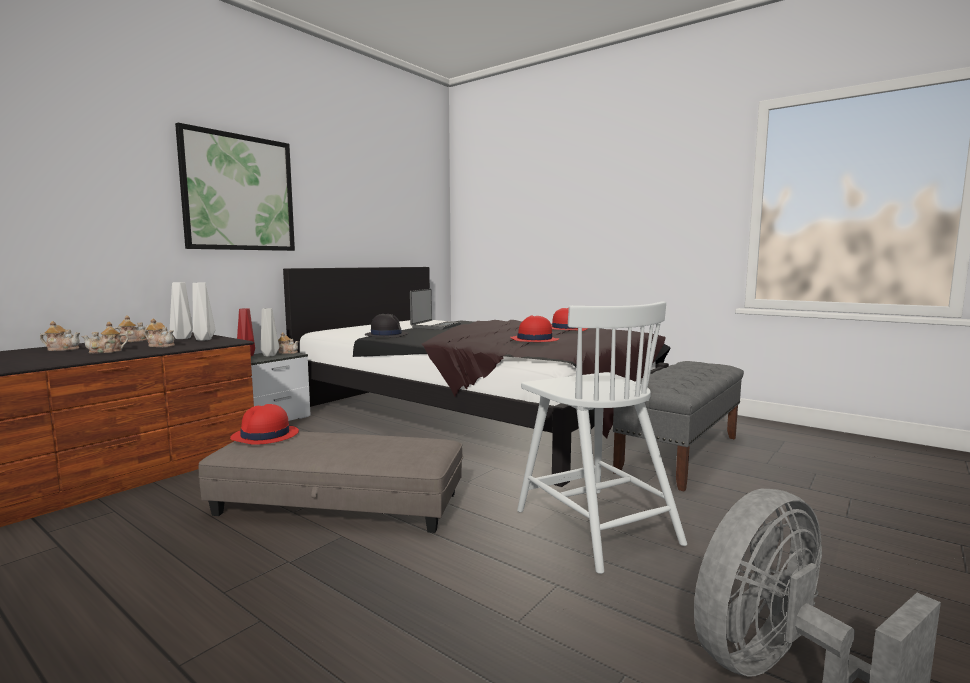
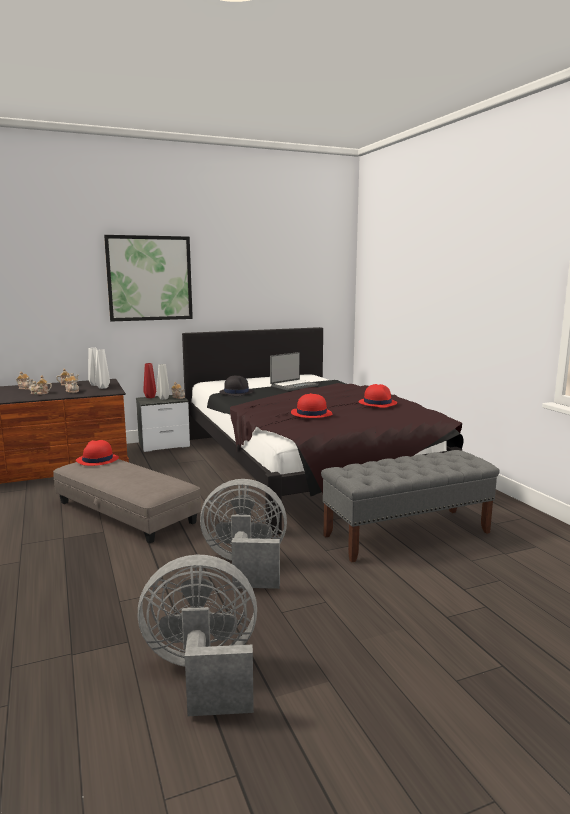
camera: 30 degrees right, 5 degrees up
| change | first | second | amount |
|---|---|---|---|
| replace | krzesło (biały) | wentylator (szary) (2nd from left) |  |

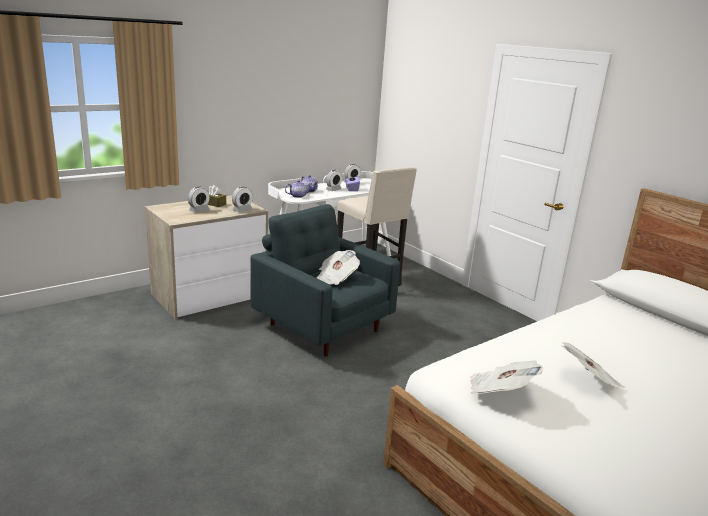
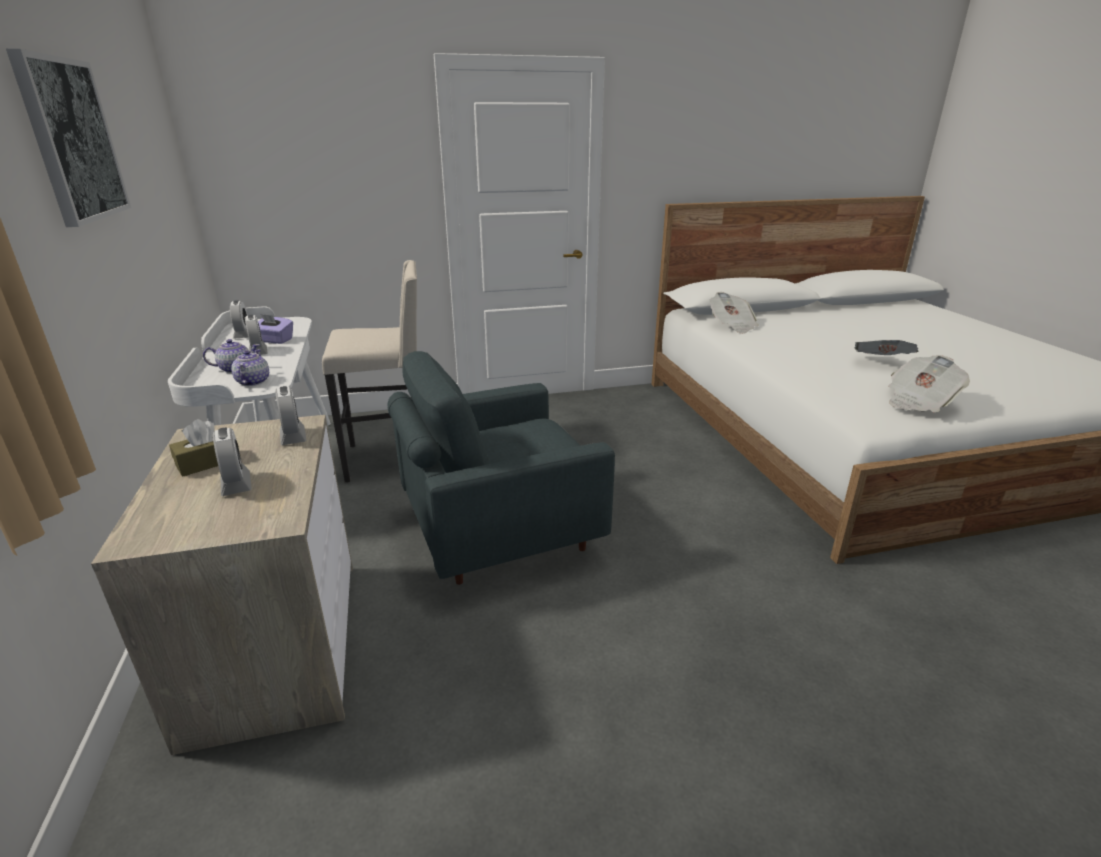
camera: 65 degrees left, 5 degrees up
| change | first | second | amount |
|---|---|---|---|
| insert |  | obraz |  |
| move | gazeta (1st from left) |  |  |

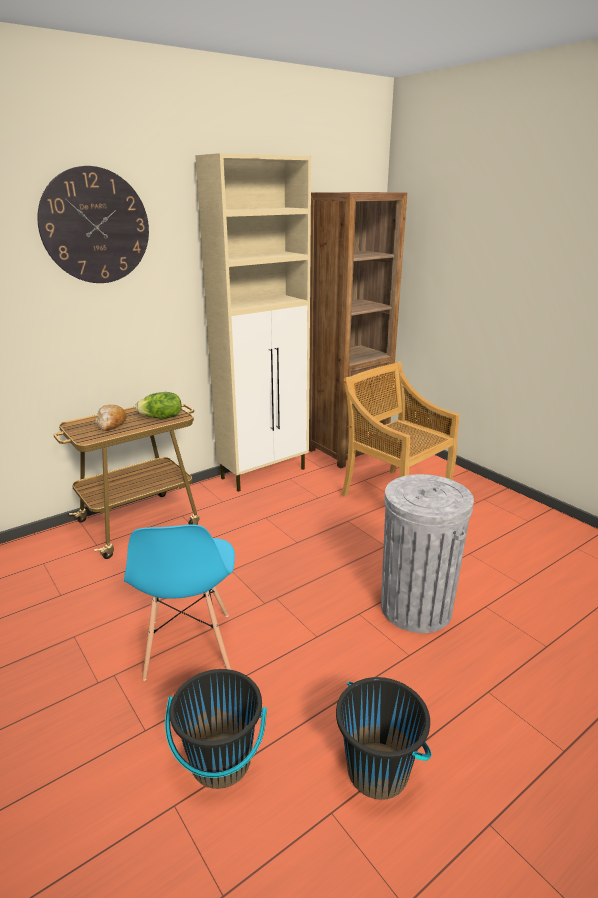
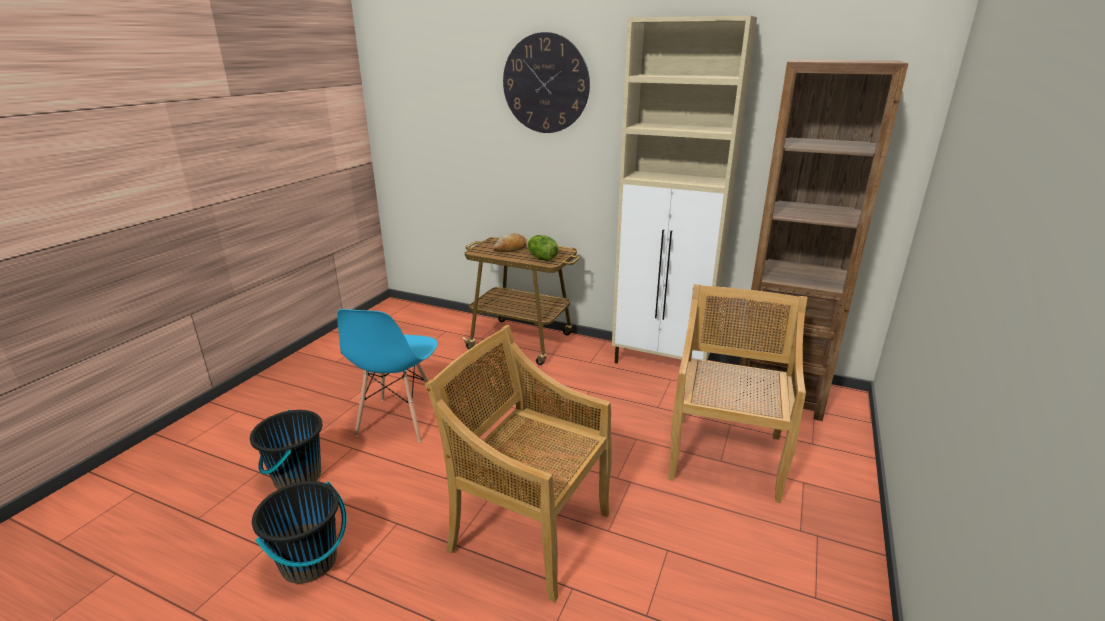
camera: 60 degrees right, 0 degrees up
| change | first | second | amount |
|---|---|---|---|
| replace | kosz na śmieci (szary) | krzesło (beżowy) (1st from left) |  |
| rotate | krzesło (niebieski) |  | 45 degrees counterclockwise |

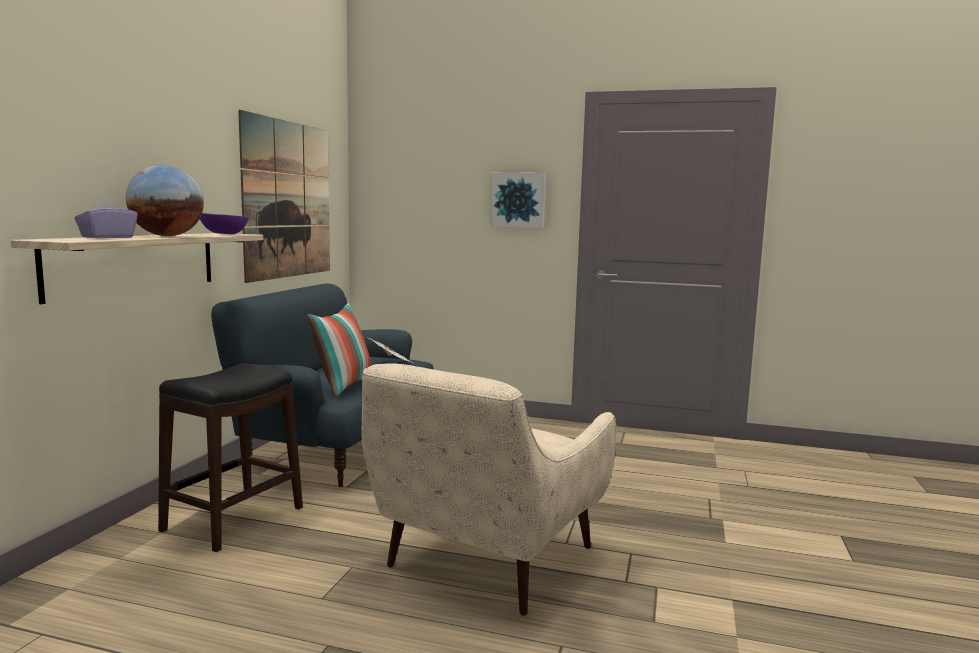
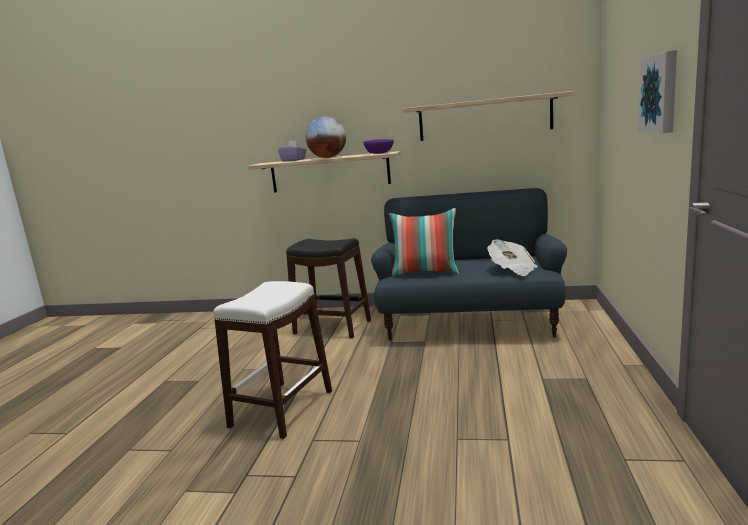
camera: 85 degrees right, 5 degrees up
| change | first | second | amount |
|---|---|---|---|
| replace | obraz (1st from left) | półka (2nd from left) |  |
| replace | fotel (beżowy) | stołek (biały) |  |

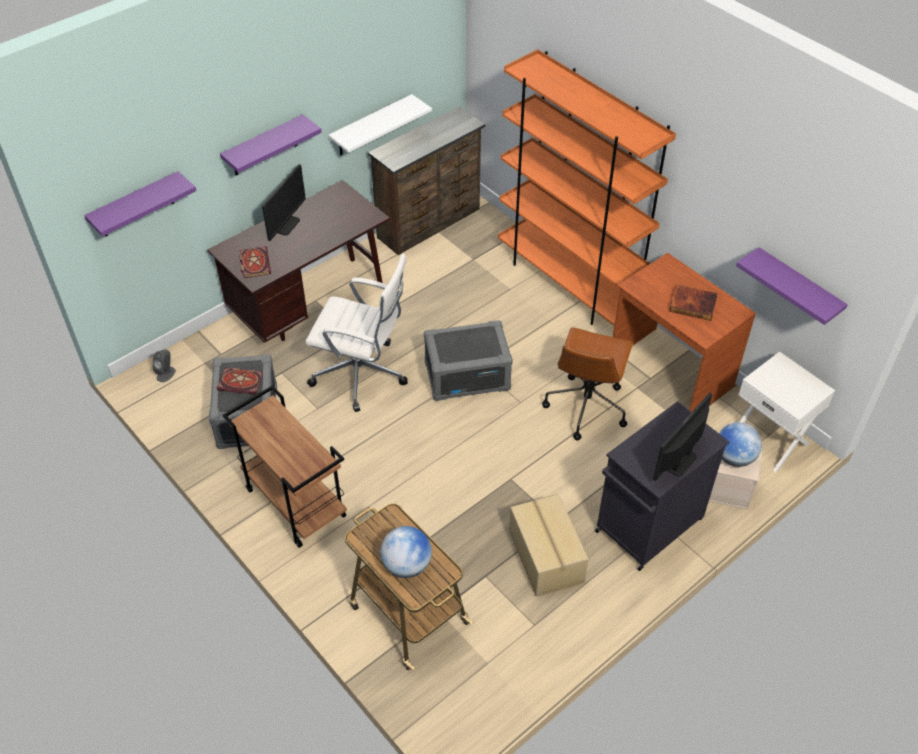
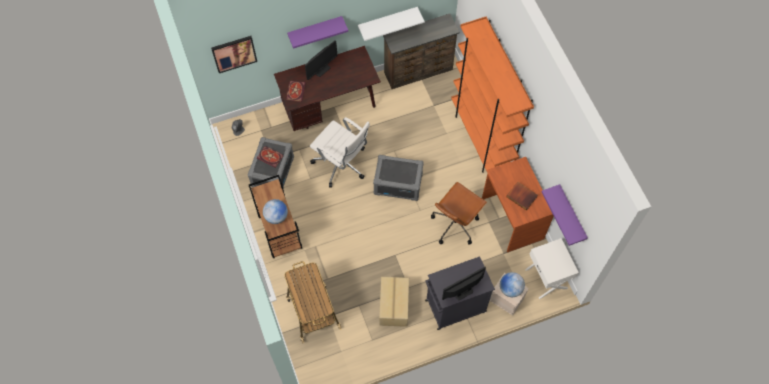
camera: 20 degrees right, 15 degrees up
| change | first | second | amount |
|---|---|---|---|
| move | globus (1st from left) |  |  |
| replace | półka (fioletowy) (1st from left) | obraz |  |

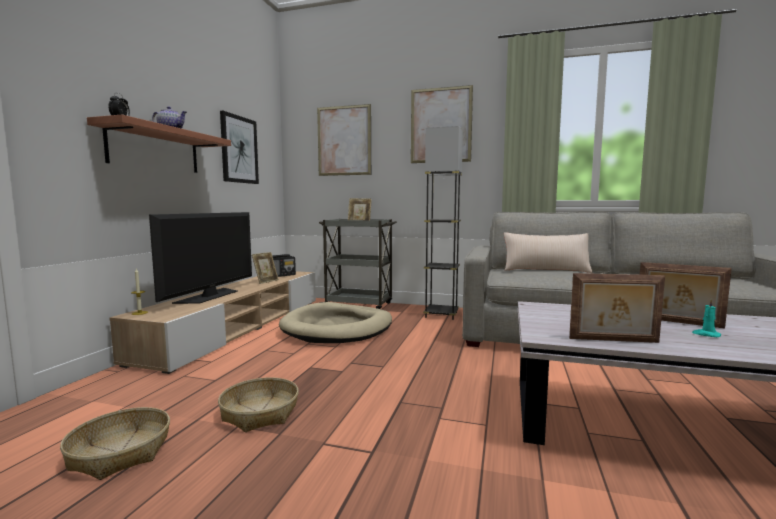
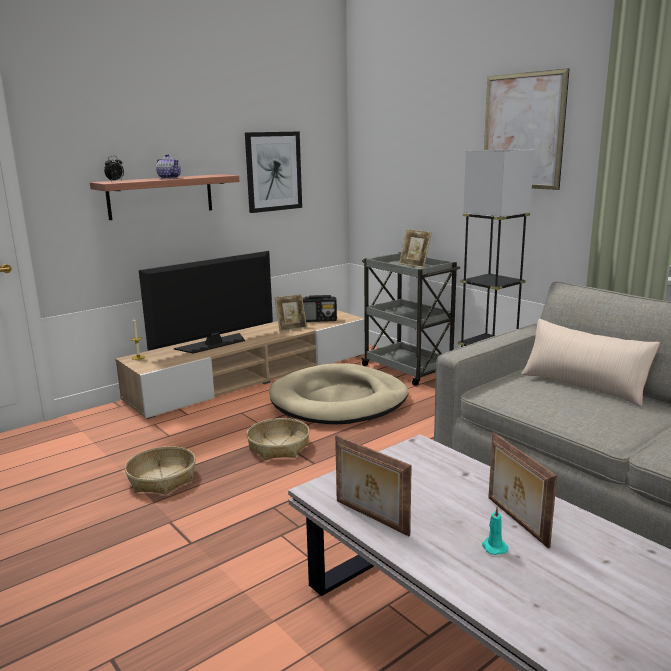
camera: 35 degrees right, 10 degrees up
| change | first | second | amount |
|---|---|---|---|
| delete | obraz (2nd from left) |  |  |
| move | koszyk (1st from left in the first image) | koszyk (2nd from left) |  |

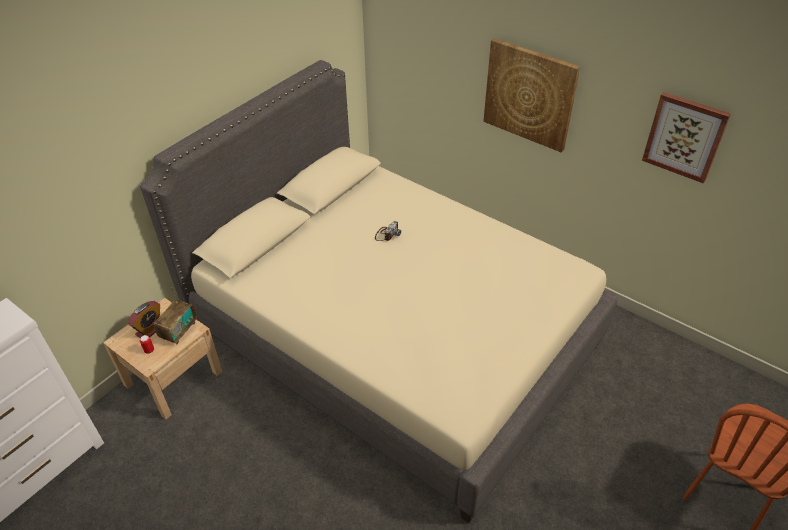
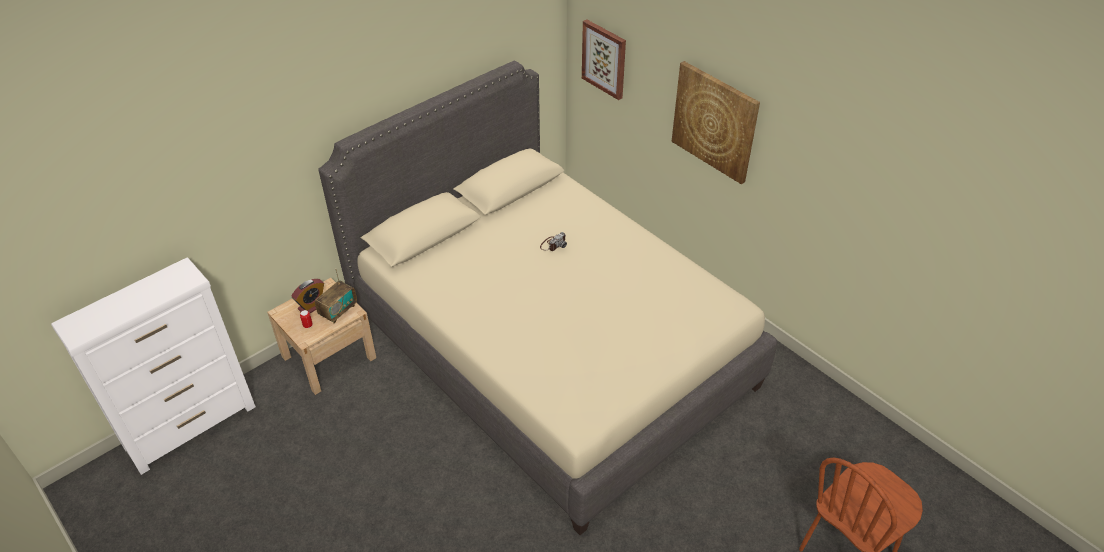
camera: 10 degrees right, 0 degrees up
| change | first | second | amount |
|---|---|---|---|
| move | obraz (2nd from left in the first image) | obraz (1st from left) |  |

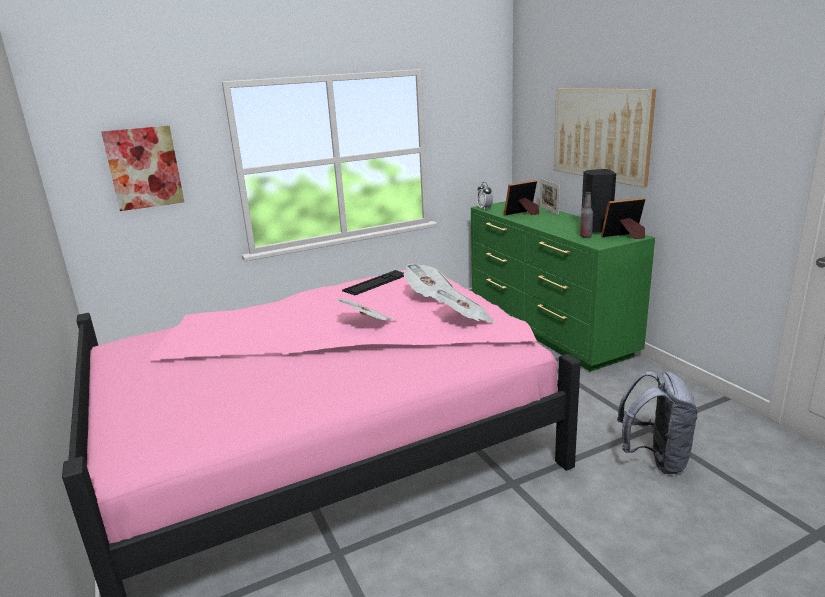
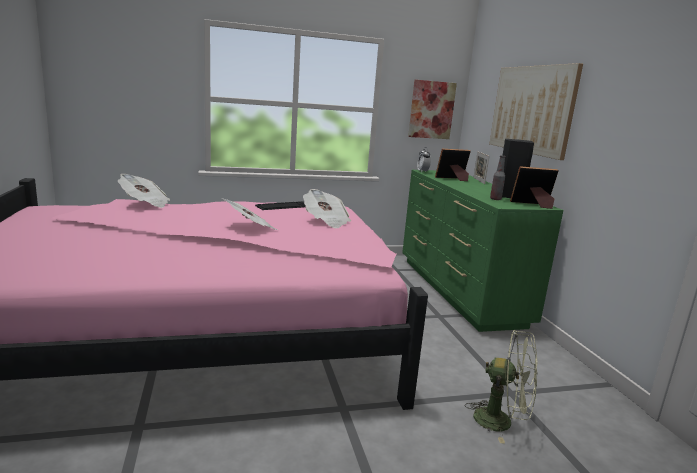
camera: 10 degrees right, 5 degrees down
| change | first | second | amount |
|---|---|---|---|
| move | obraz (1st from left) |  |  |
| move | gazeta (3rd from left in the first image) | gazeta (1st from left) |  |
| replace | plecak (szary) | wentylator (zielony) |  |

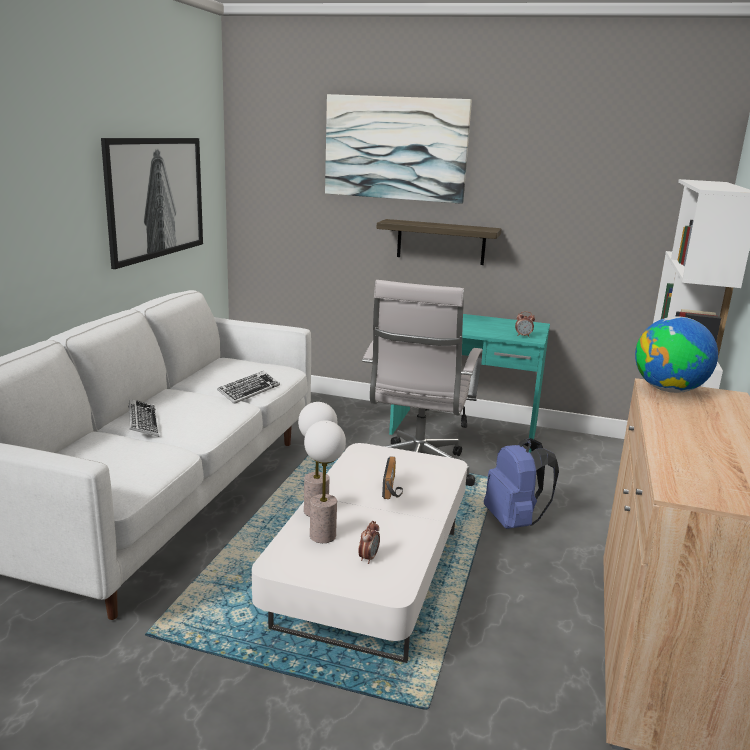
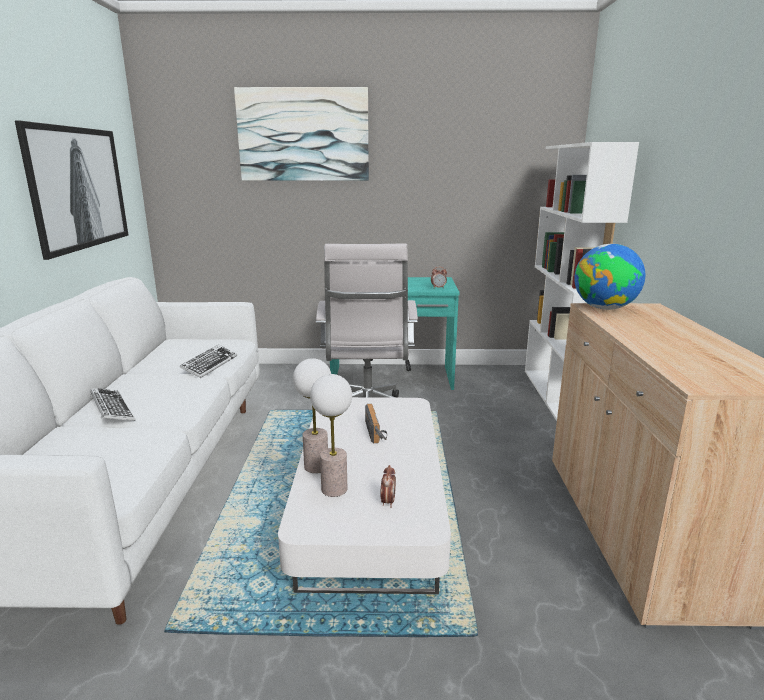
camera: 15 degrees left, 0 degrees up
| change | first | second | amount |
|---|---|---|---|
| delete | półka |  |  |
| delete | plecak (niebieski) |  |  |

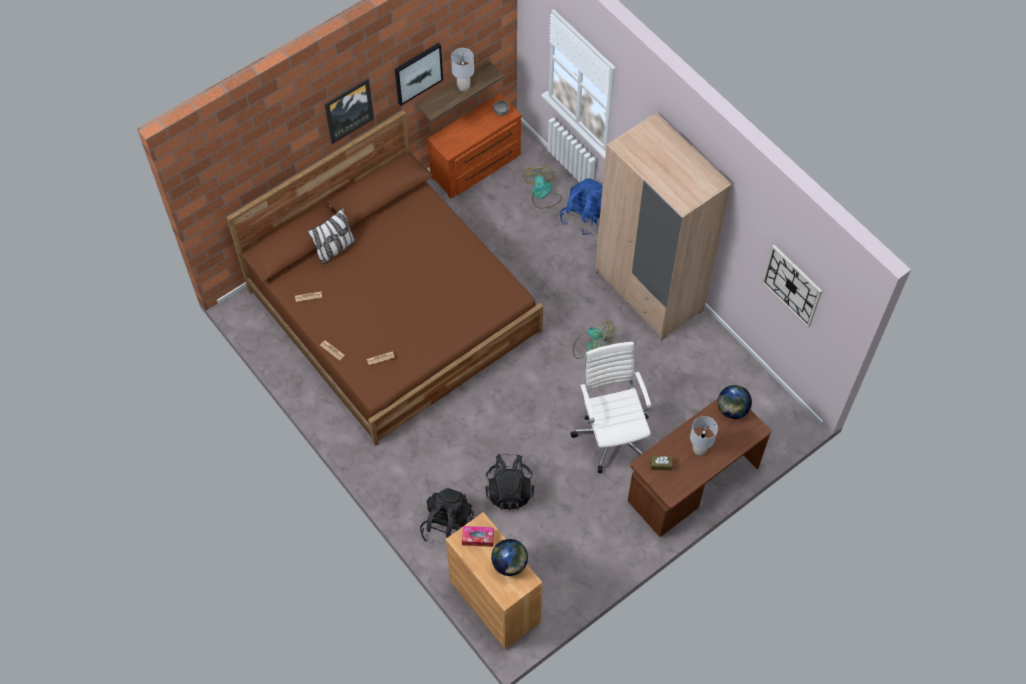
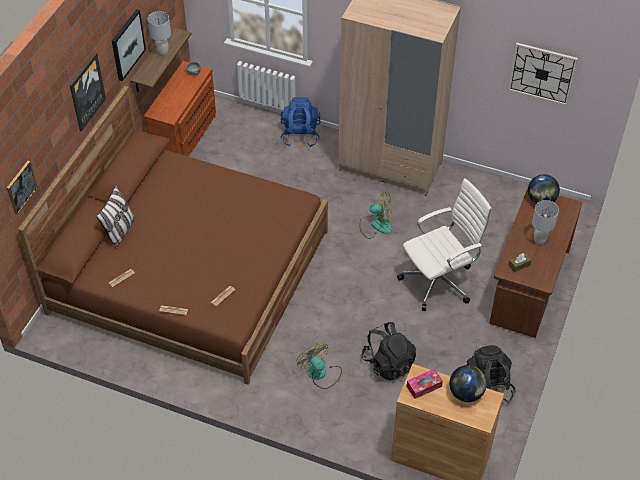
camera: 30 degrees left, 10 degrees down
| change | first | second | amount |
|---|---|---|---|
| insert |  | obraz (1st from left) |  |
| move | plecak (czarny) (1st from left in the first image) | plecak (czarny) (2nd from left) |  |
| move | wentylator (1st from left) |  |  |
| rotate | krzesło biurowe (biały) |  | 105 degrees clockwise |

